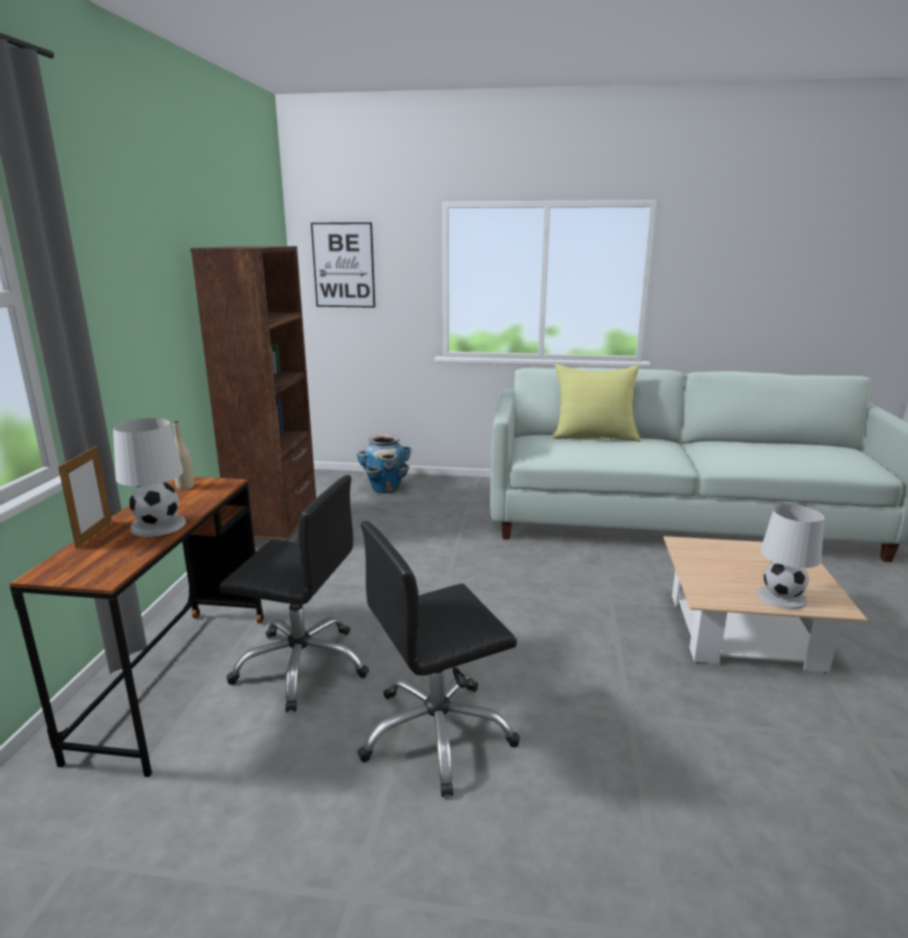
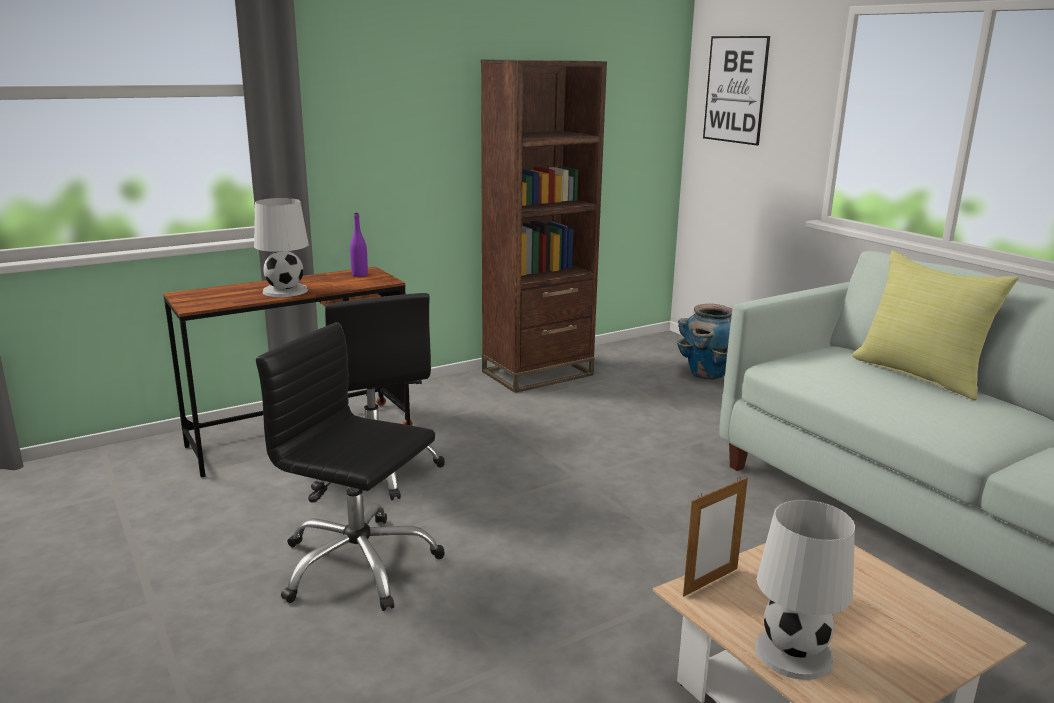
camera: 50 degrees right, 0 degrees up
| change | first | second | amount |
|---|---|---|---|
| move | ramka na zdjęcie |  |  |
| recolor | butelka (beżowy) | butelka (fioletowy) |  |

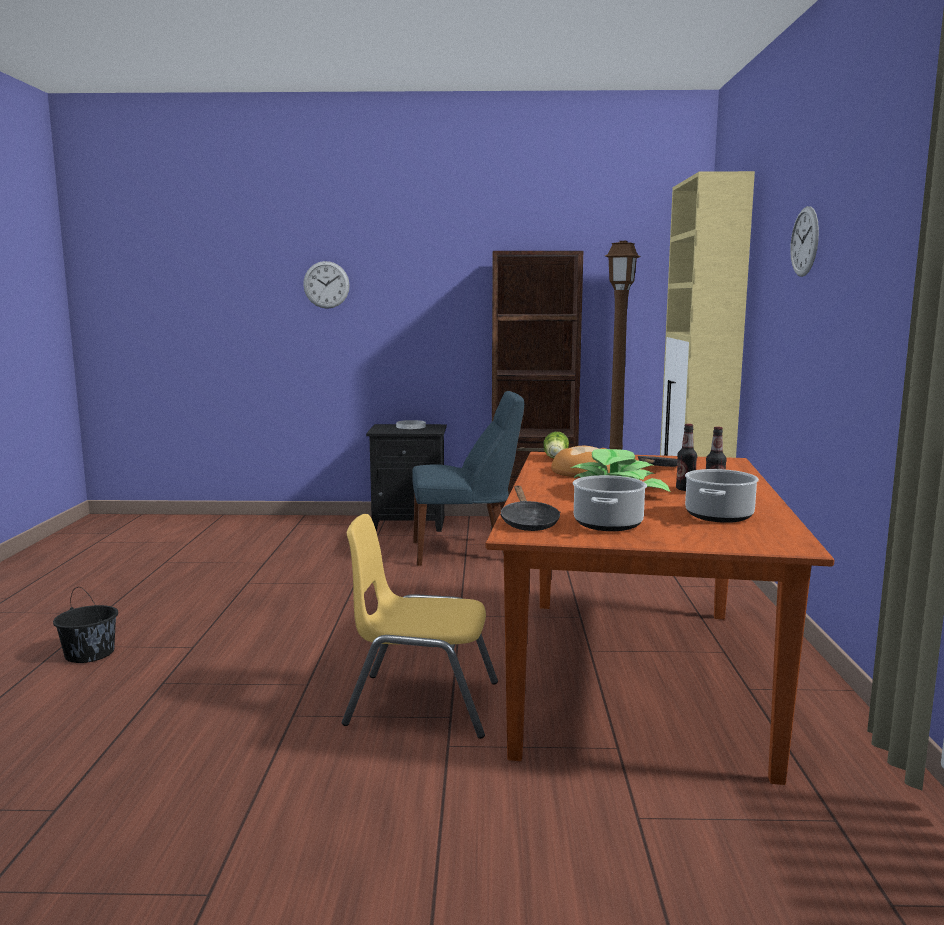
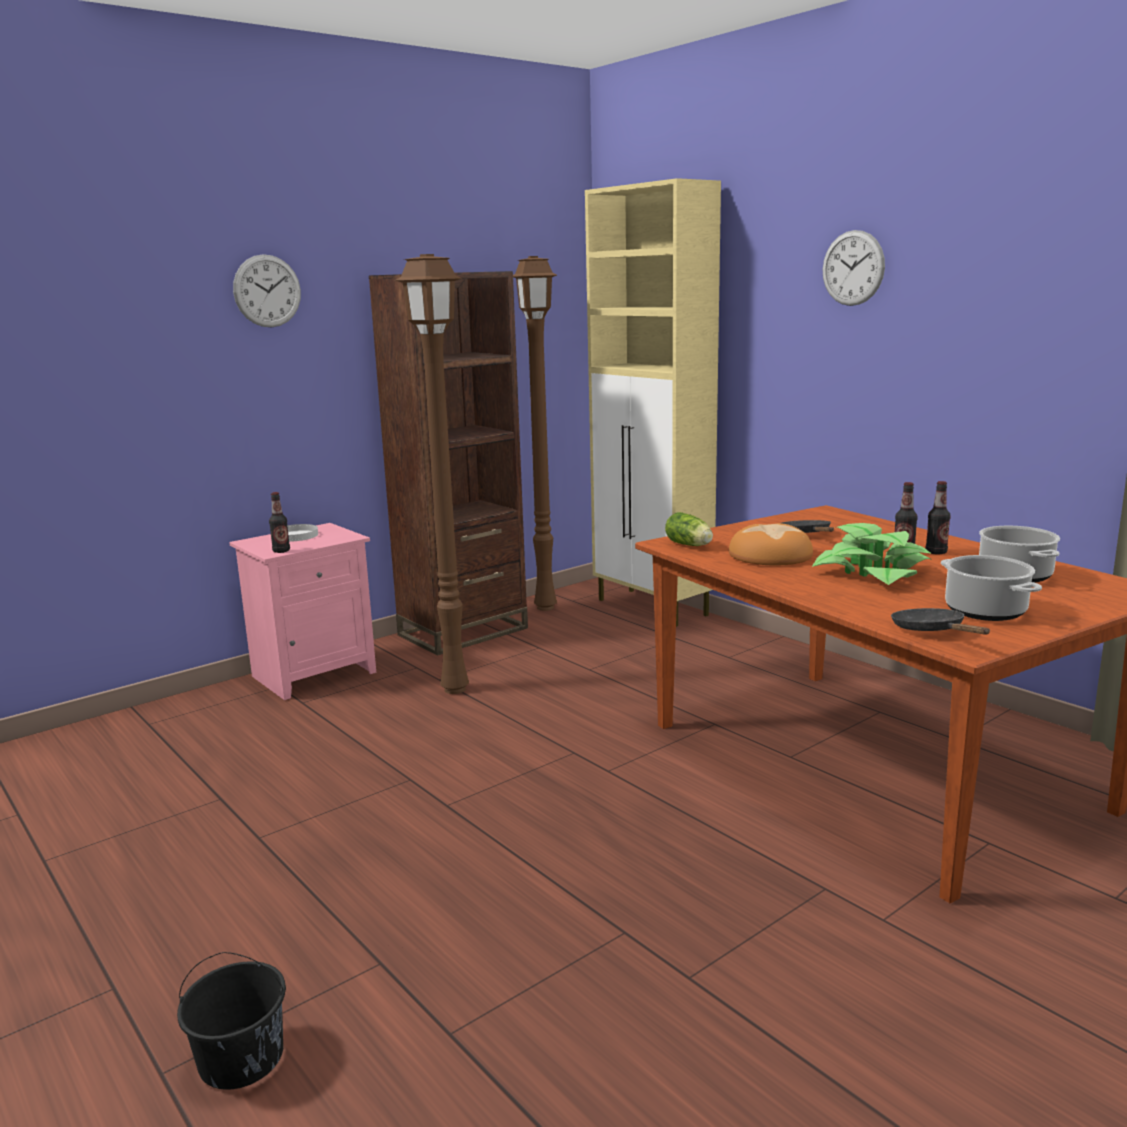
camera: 40 degrees left, 5 degrees up
| change | first | second | amount |
|---|---|---|---|
| delete | krzesło (żółty) |  |  |
| insert |  | butelka (1st from left) |  |
| move | zegar ścienny (1st from left) |  |  |
| replace | krzesło (niebieski) | lampa stojąca (brązowy) (1st from left) |  |
| recolor | szafka nocna (czarny) | szafka nocna (różowy) |  |
| rotate | patelnia (czarny) (1st from left in the first image) | patelnia (czarny) (2nd from left) | 150 degrees counterclockwise |

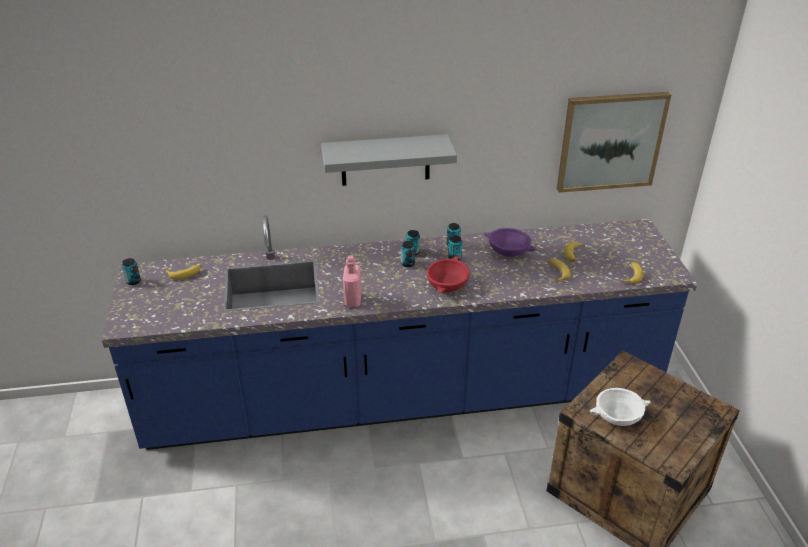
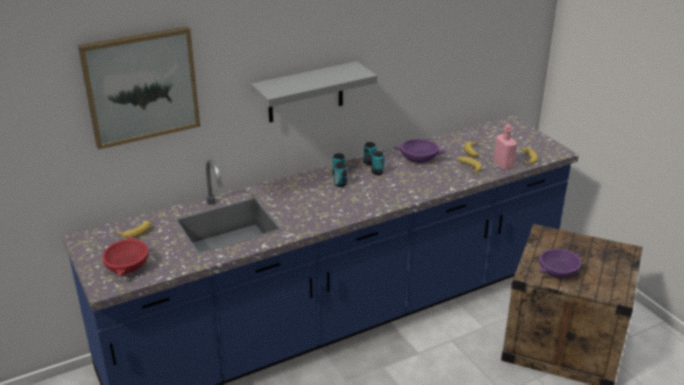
camera: 20 degrees left, 5 degrees down
| change | first | second | amount |
|---|---|---|---|
| delete | puszka (1st from left) |  |  |
| move | butelka (różowy) |  |  |
| move | miska (czerwony) |  |  |
| move | obraz |  |  |
| recolor | miska (biały) | miska (fioletowy) (2nd from left) |  |

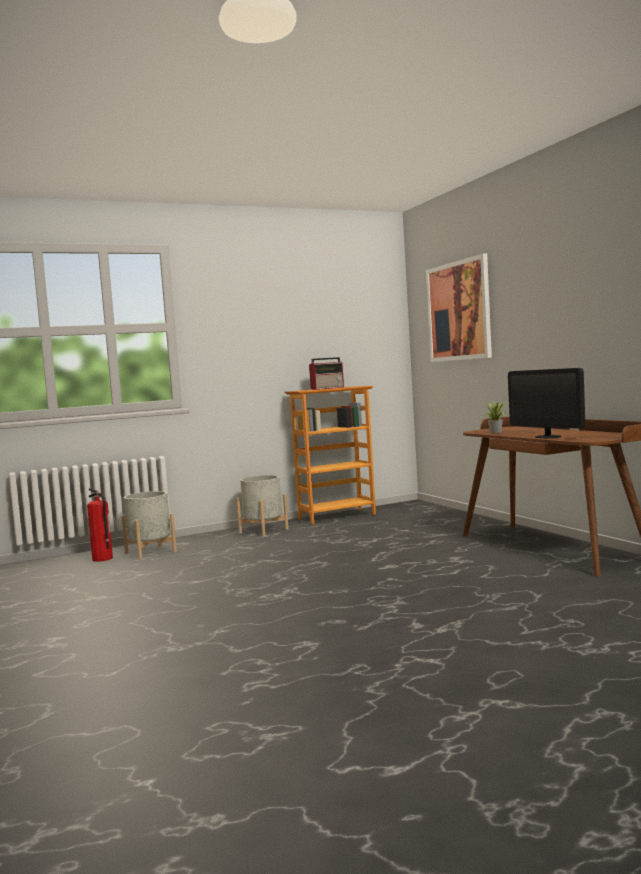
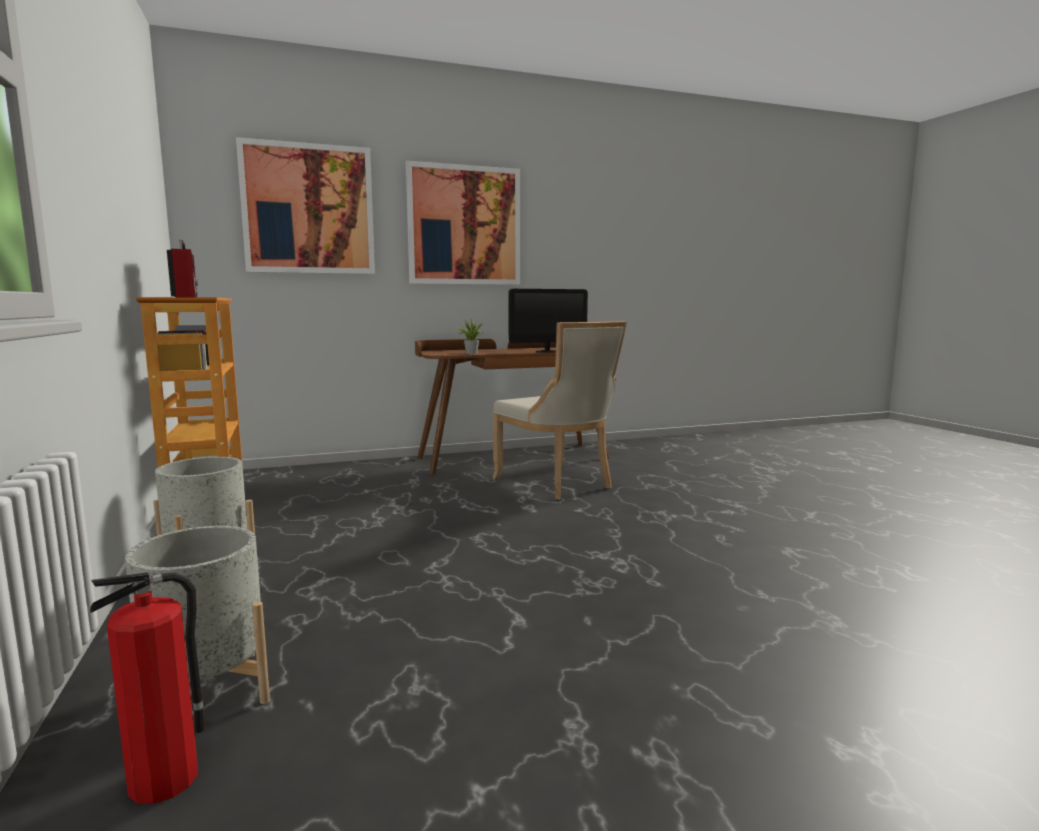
camera: 85 degrees left, 5 degrees up
| change | first | second | amount |
|---|---|---|---|
| insert |  | obraz (2nd from left) |  |
| insert |  | krzesło (beżowy) |  |

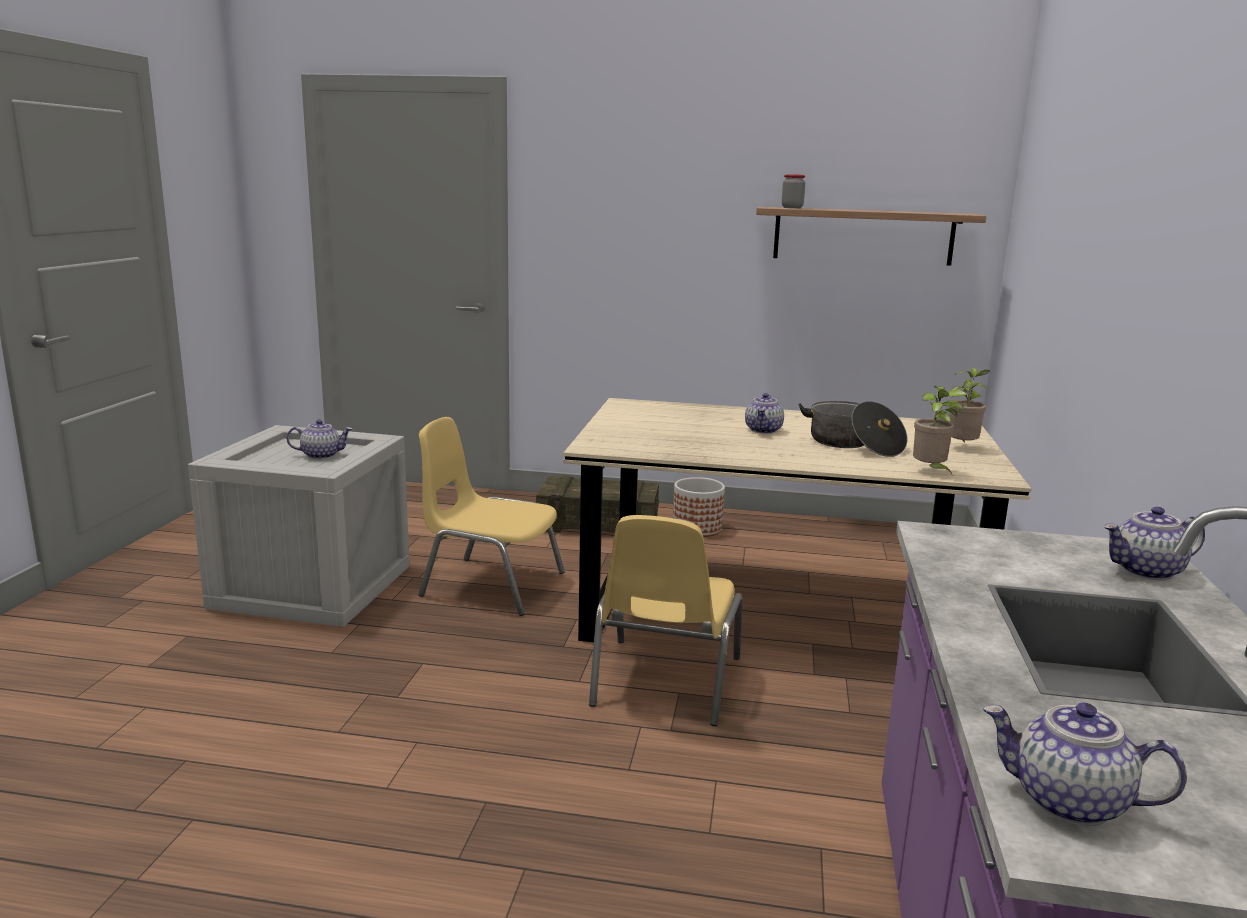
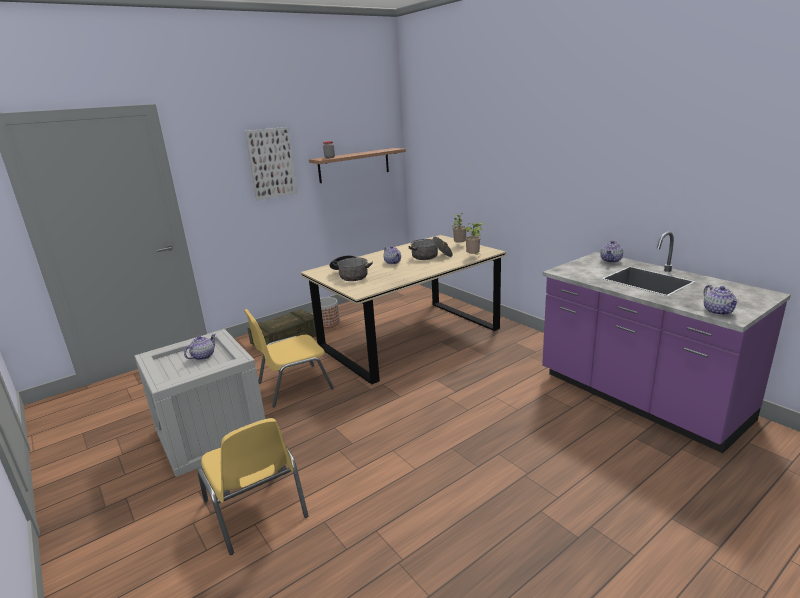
camera: 45 degrees left, 5 degrees up
| change | first | second | amount |
|---|---|---|---|
| insert |  | obraz |  |
| insert |  | garnek (1st from left) |  |
| move | krzesło (żółty) (2nd from left in the first image) | krzesło (żółty) (1st from left) |  |
| rotate | imbryk (3rd from left in the first image) | imbryk (4th from left) | 75 degrees counterclockwise |

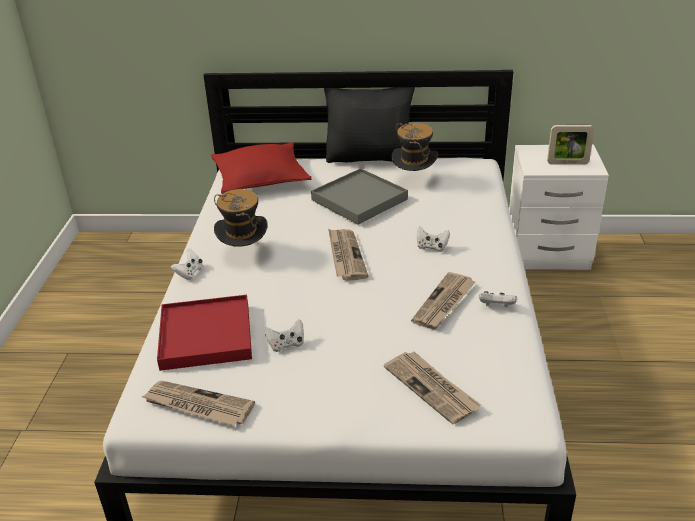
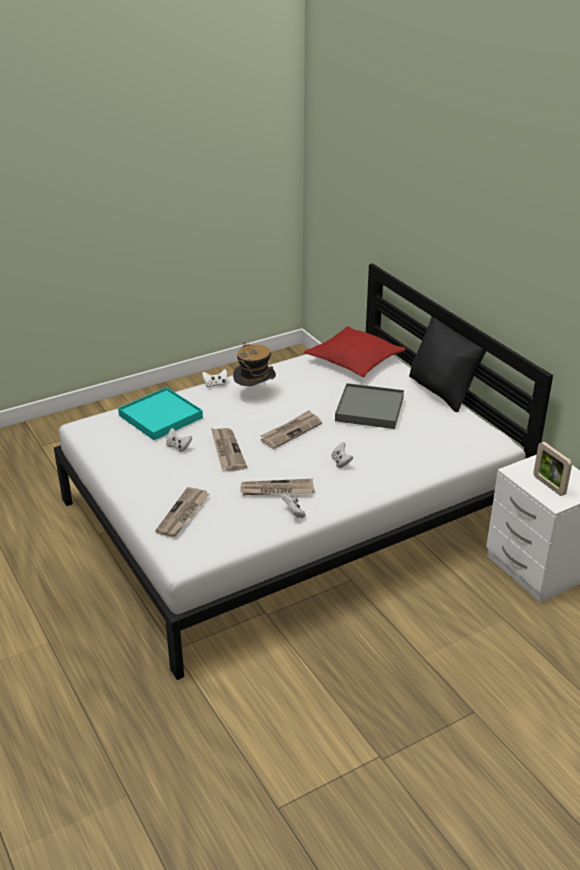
camera: 55 degrees right, 0 degrees up
| change | first | second | amount |
|---|---|---|---|
| delete | kapelusz (2nd from left) |  |  |
| move | gazeta (1st from left in the first image) | gazeta (2nd from left) |  |
| recolor | taca (czerwony) | taca (turkusowy) |  |

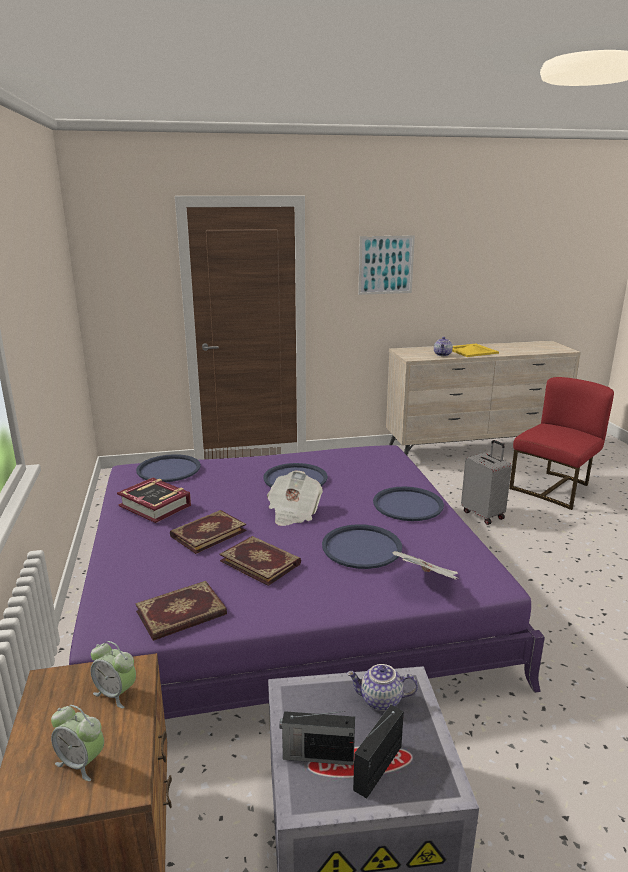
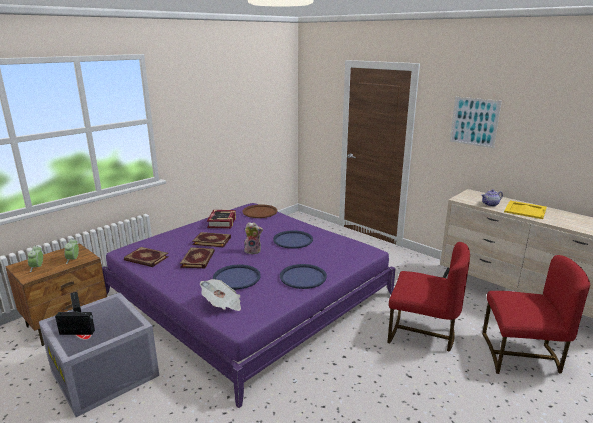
camera: 55 degrees right, 0 degrees up
| change | first | second | amount |
|---|---|---|---|
| delete | imbryk (1st from left) |  |  |
| replace | gazeta (1st from left) | pluszak |  |
| replace | walizka (szary) | krzesło (czerwony) (1st from left) |  |
| recolor | taca (niebieski) (1st from left) | taca (brązowy) |  |

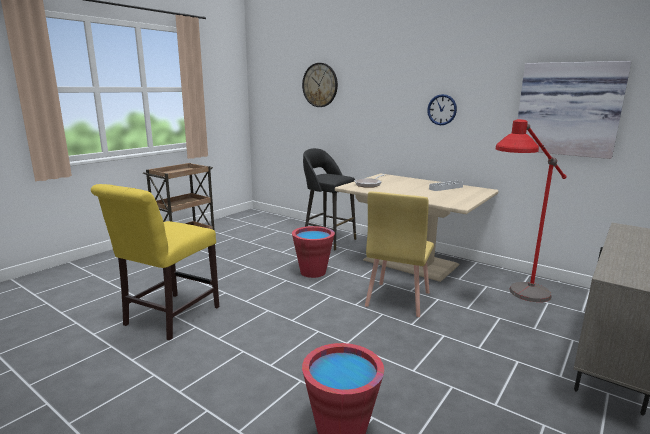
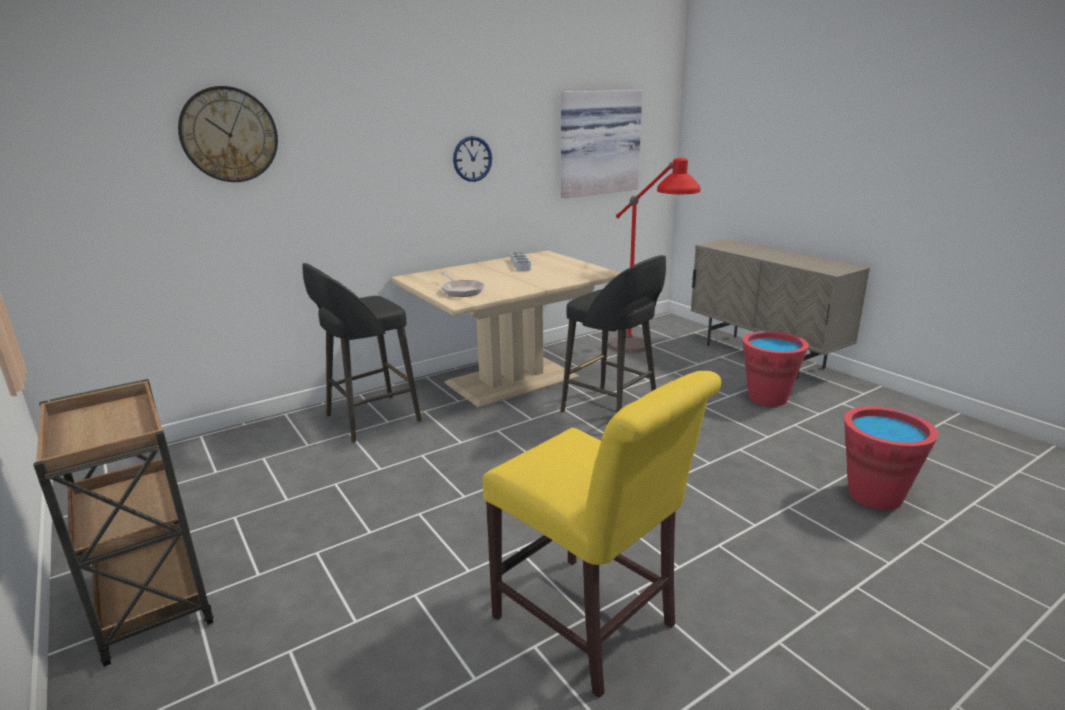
camera: 70 degrees left, 5 degrees up
| change | first | second | amount |
|---|---|---|---|
| move | wiadro (czerwony) (1st from left) |  |  |
| replace | krzesło (żółty) (2nd from left) | stołek (czarny) (2nd from left) |  |

